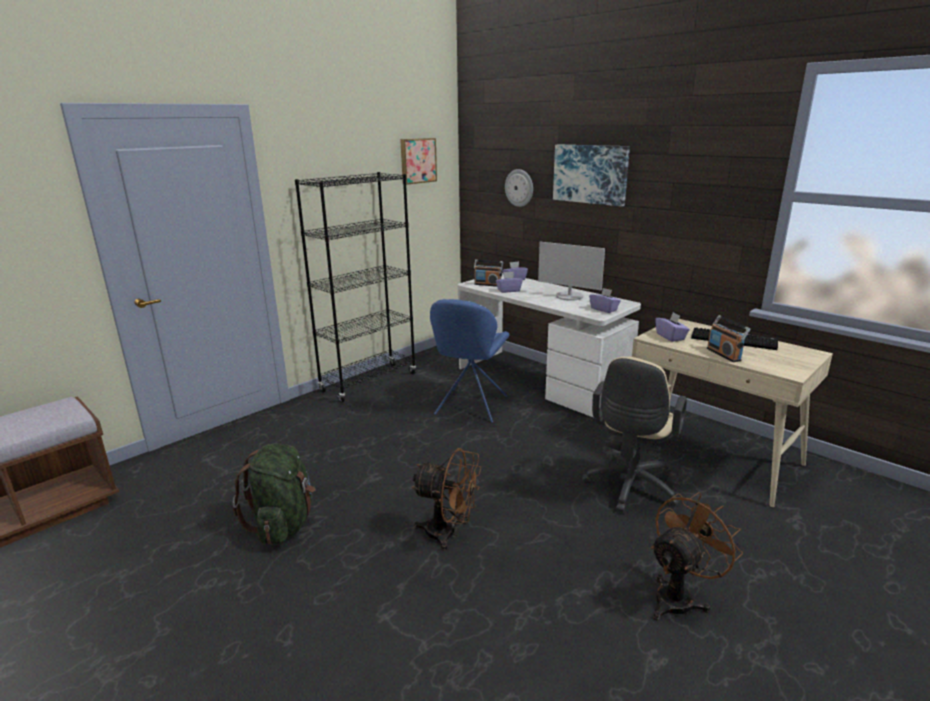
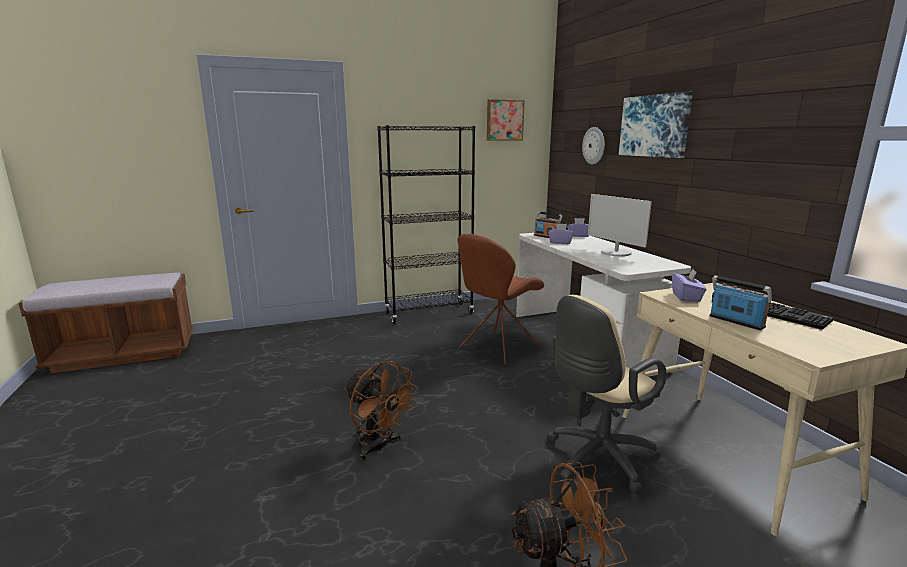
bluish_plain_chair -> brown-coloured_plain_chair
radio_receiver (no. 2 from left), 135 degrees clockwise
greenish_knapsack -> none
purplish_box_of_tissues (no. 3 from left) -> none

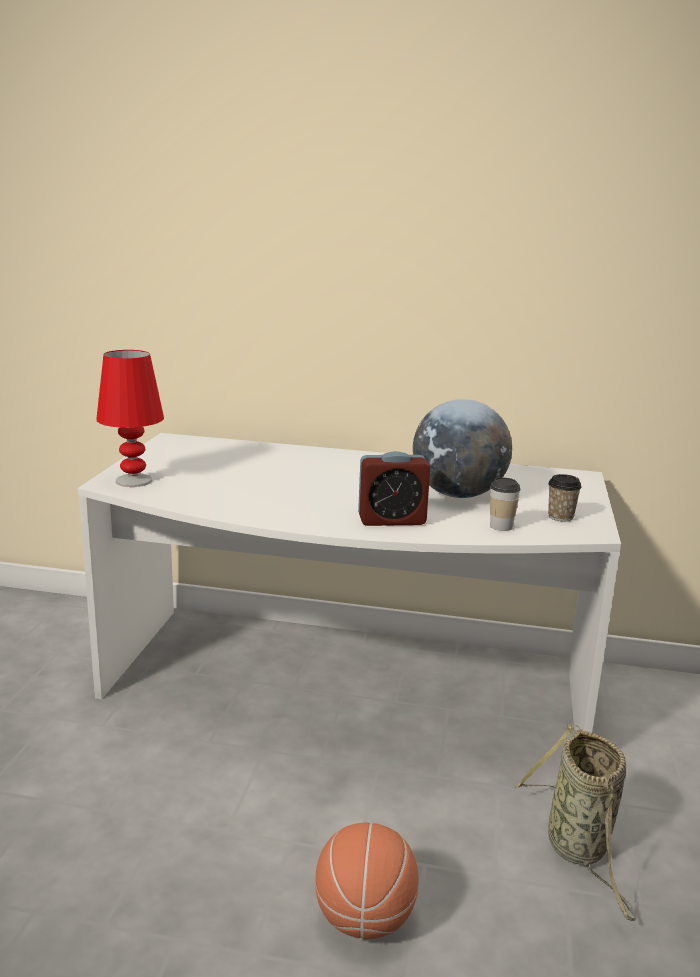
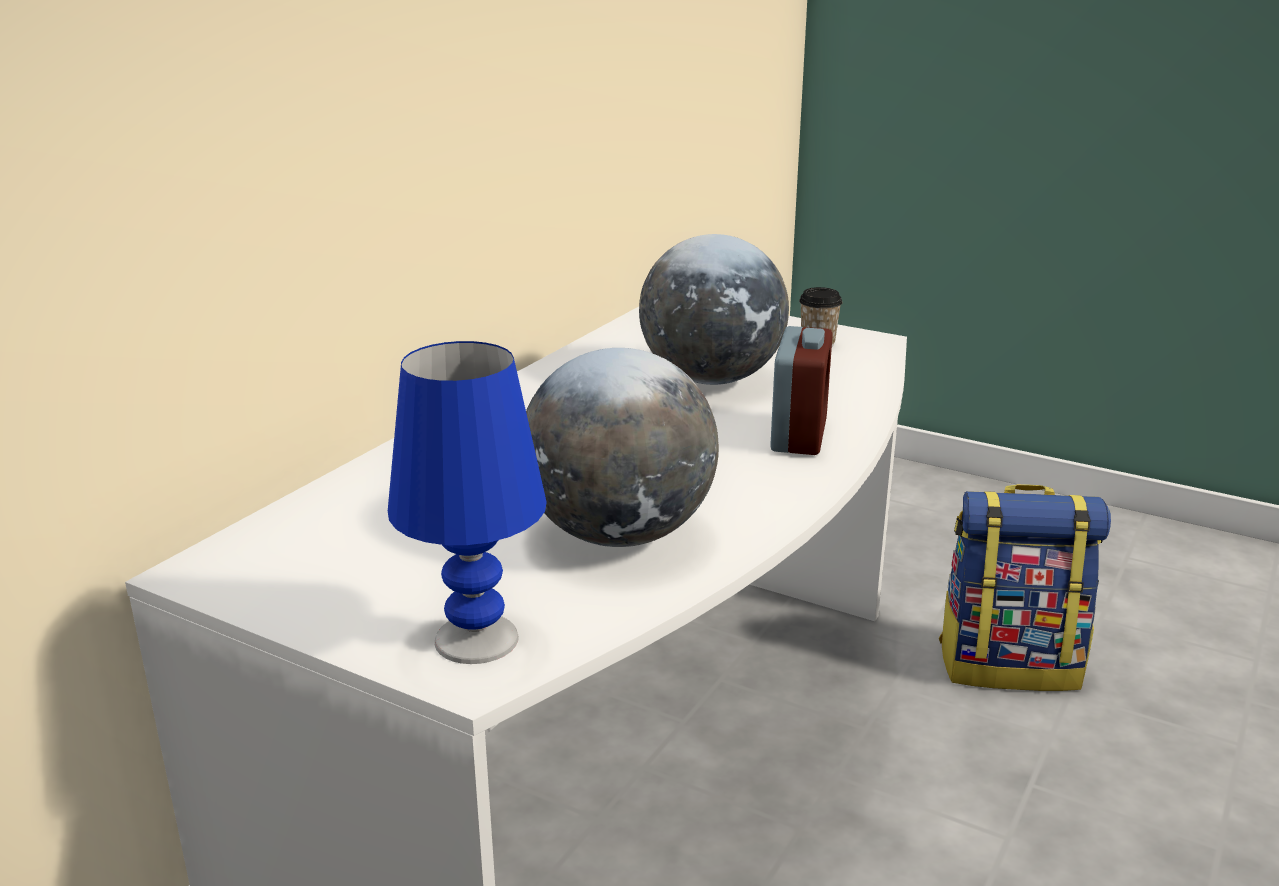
red_tabletop_lamp -> bluish_tabletop_lamp
none -> globe (no. 1 from left)
storage_basket -> knapsack
ball_for_basketball -> none
small_cup (no. 1 from left) -> none

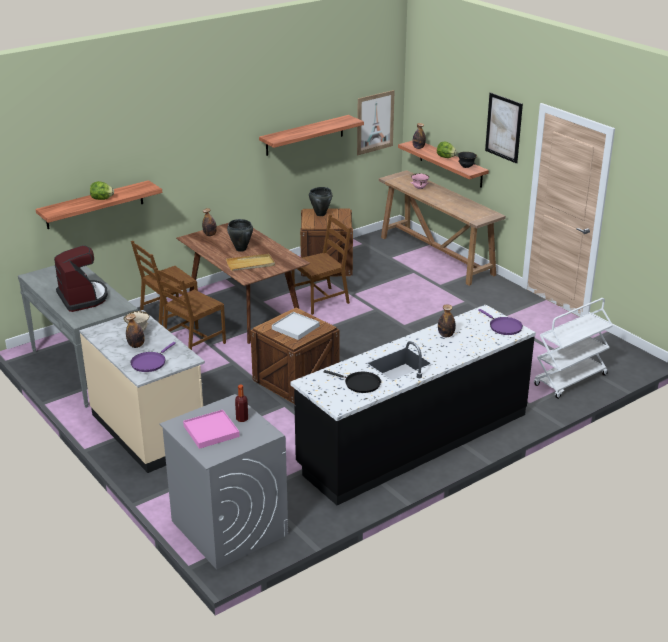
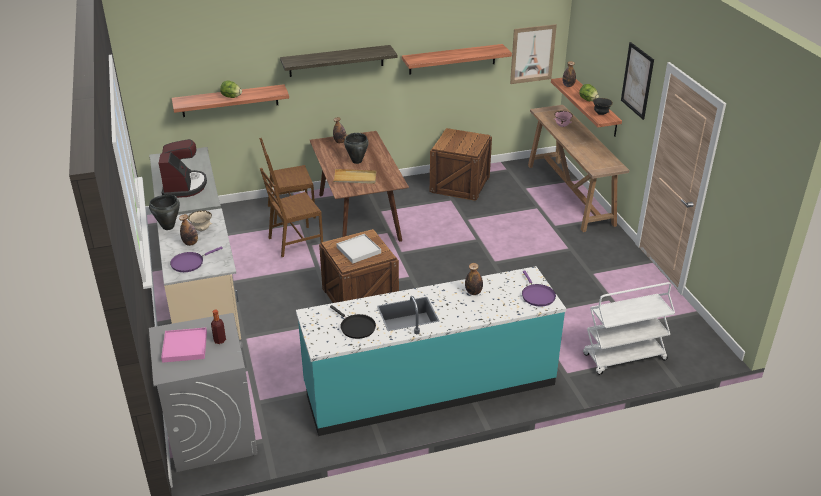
blackish_saucepot (no. 2 from left in the first image) -> blackish_saucepot (no. 1 from left), shifted
none -> shelf (no. 2 from left)
blackish_kitchen_base_unit -> turquoise-coloured_kitchen_base_unit
brown-coloured_plain_chair (no. 3 from left) -> none

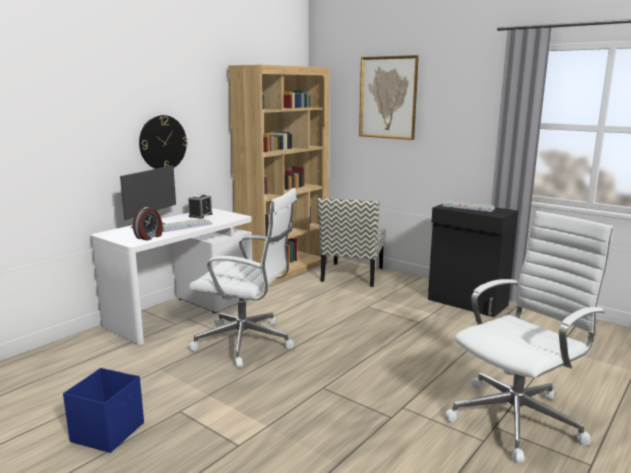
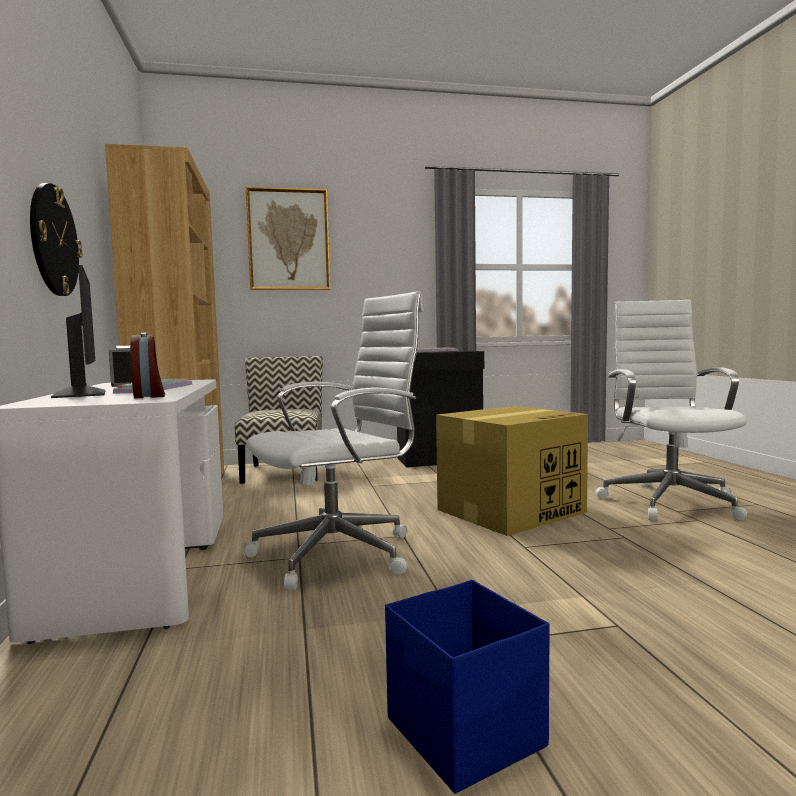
plain_chair, 150 degrees counterclockwise
none -> packing_box

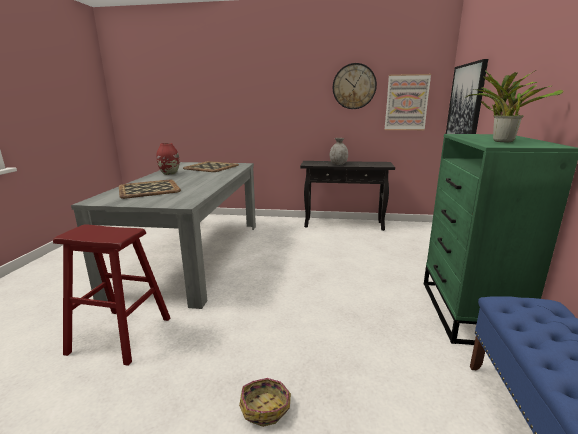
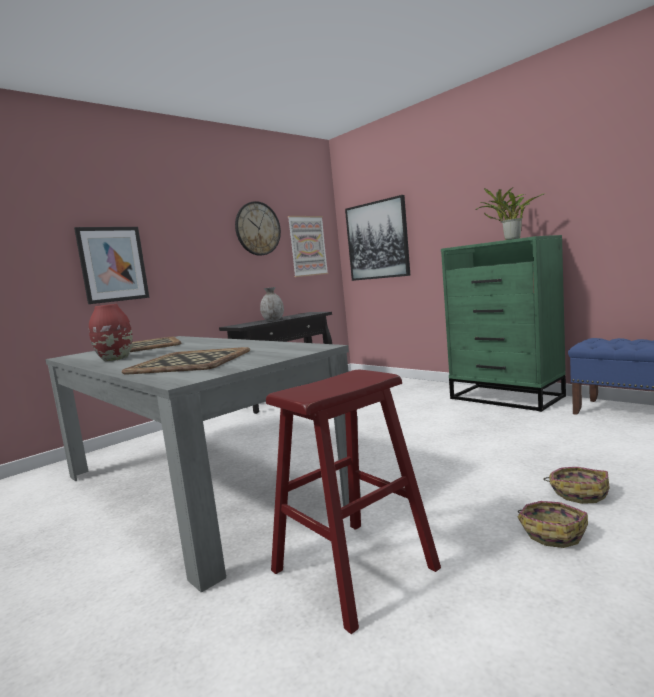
none -> picture (no. 1 from left)
none -> storage_basket (no. 1 from left)

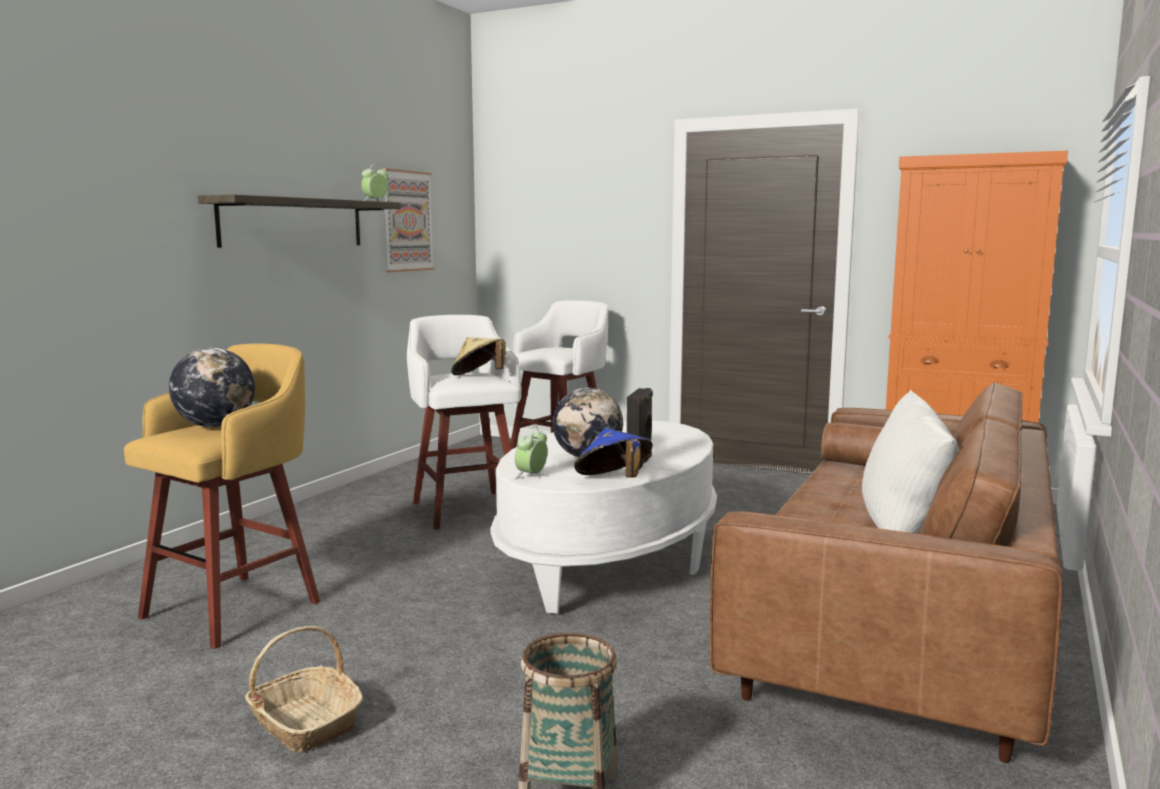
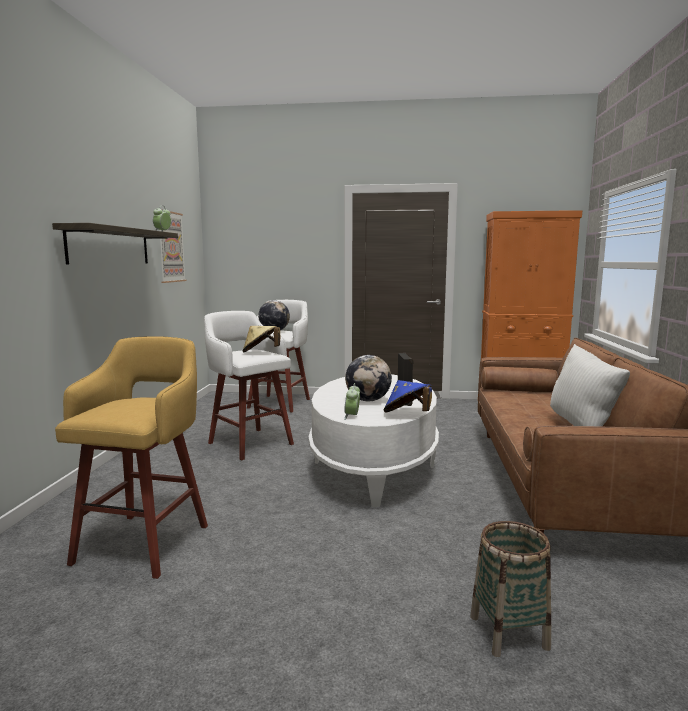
globe (no. 1 from left), shifted
storage_basket (no. 1 from left) -> none

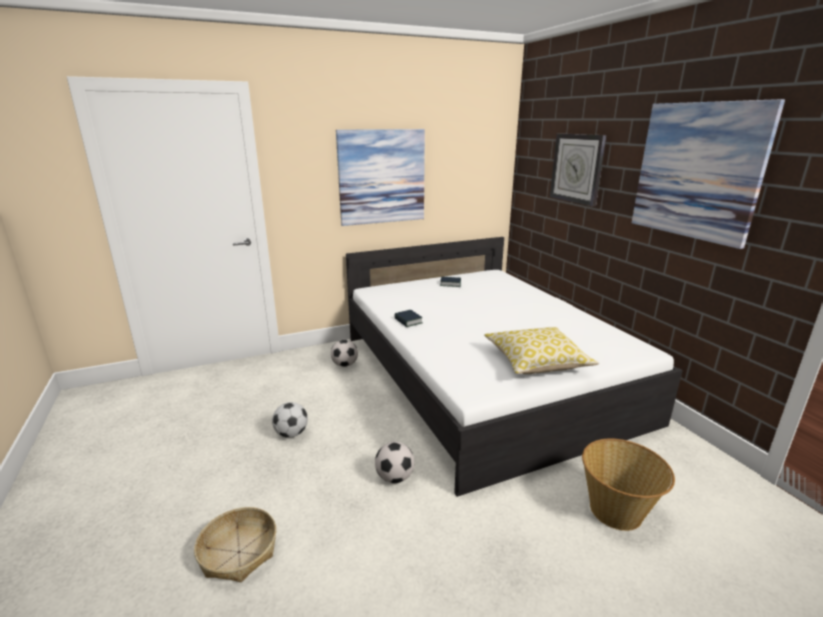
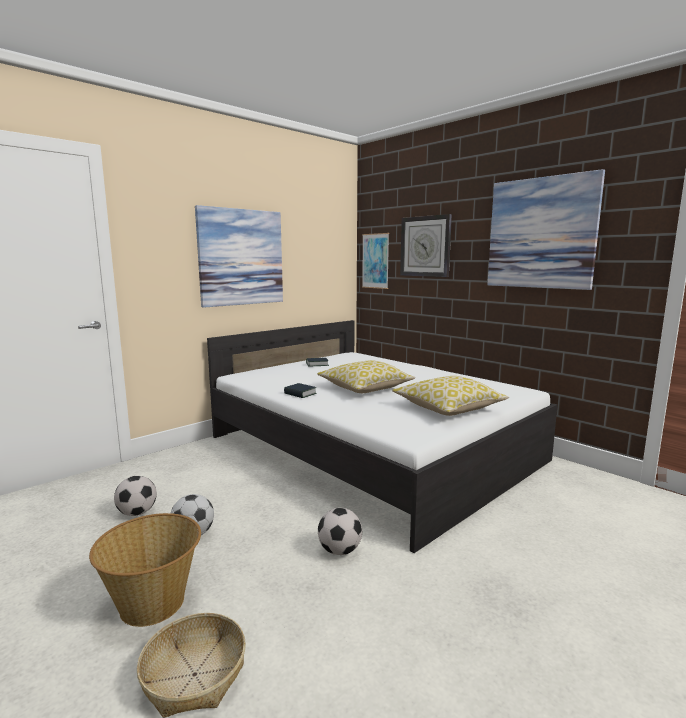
storage_basket (no. 2 from left in the first image) -> storage_basket (no. 1 from left), shifted
football (no. 2 from left in the first image) -> football (no. 1 from left), shifted
none -> cushion (no. 1 from left)
none -> picture (no. 2 from left)

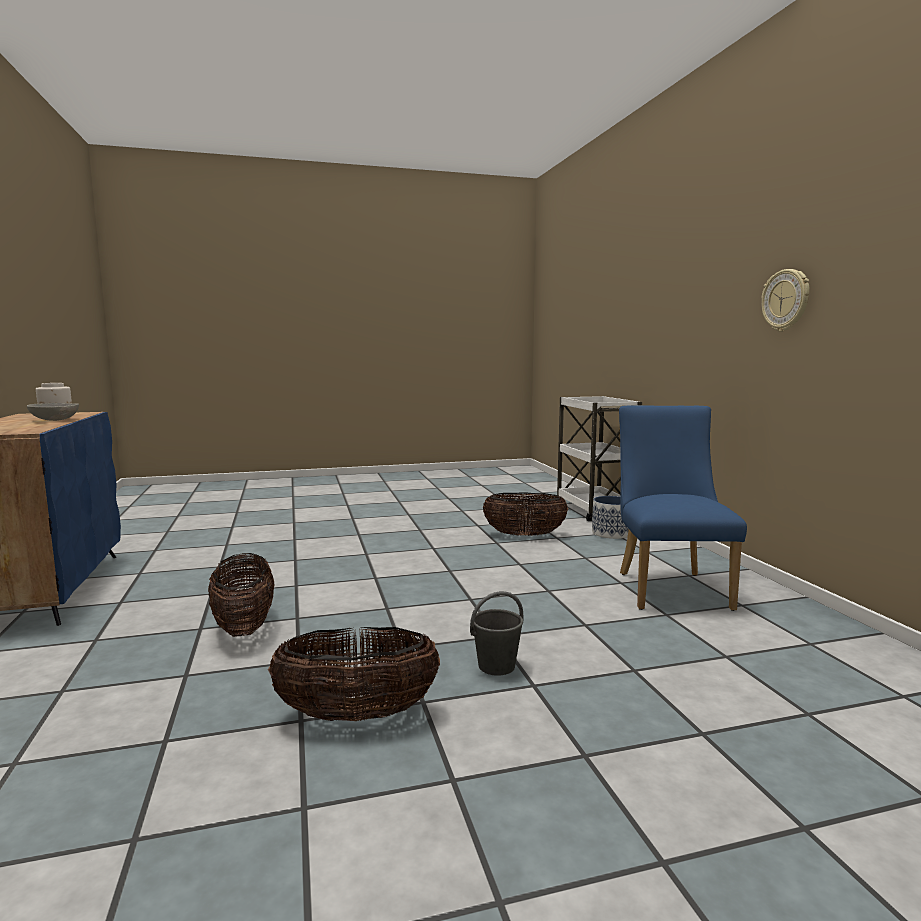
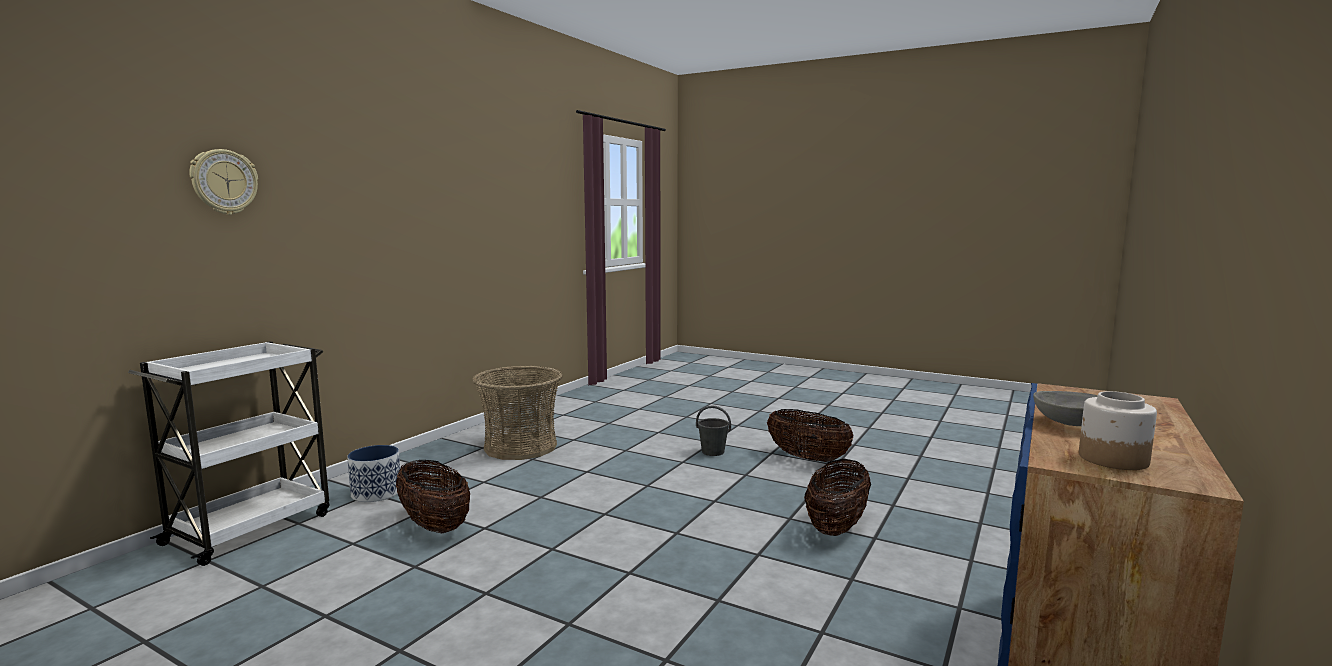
wall_clock, shifted
bluish_plain_chair -> storage_basket (no. 2 from left)

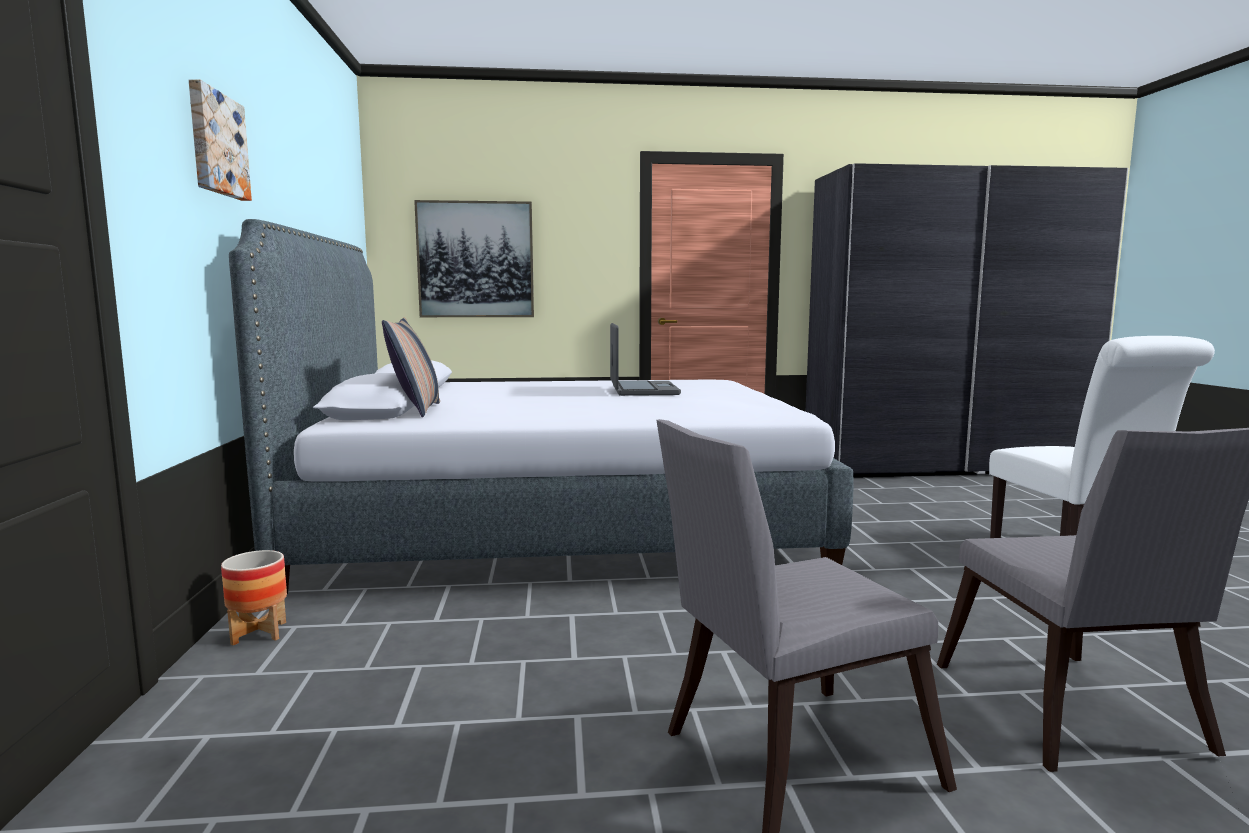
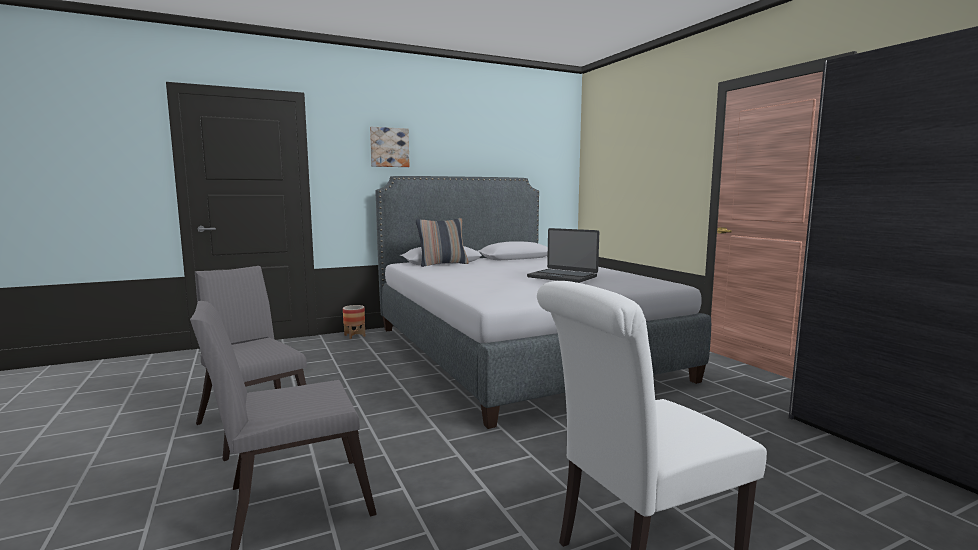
notebook_computer, 60 degrees clockwise
picture (no. 2 from left) -> none

